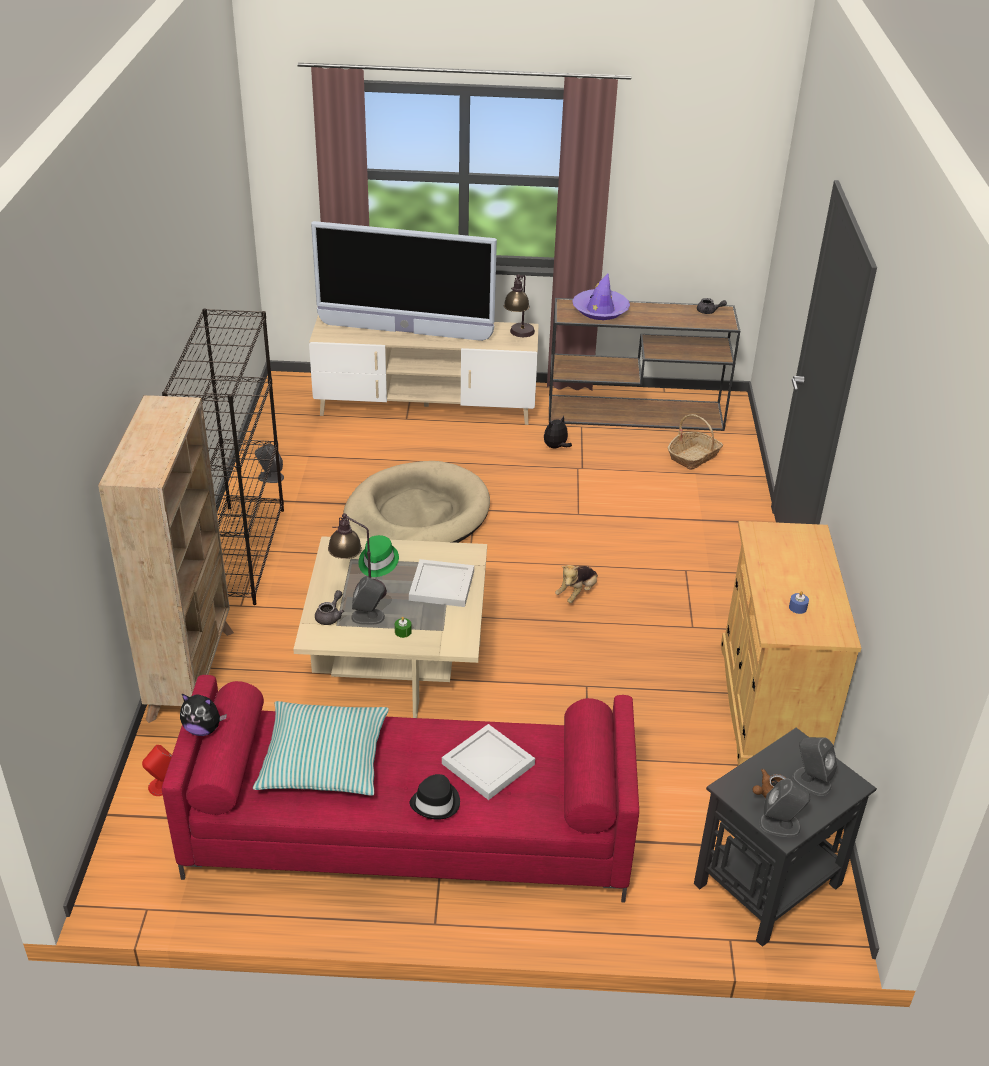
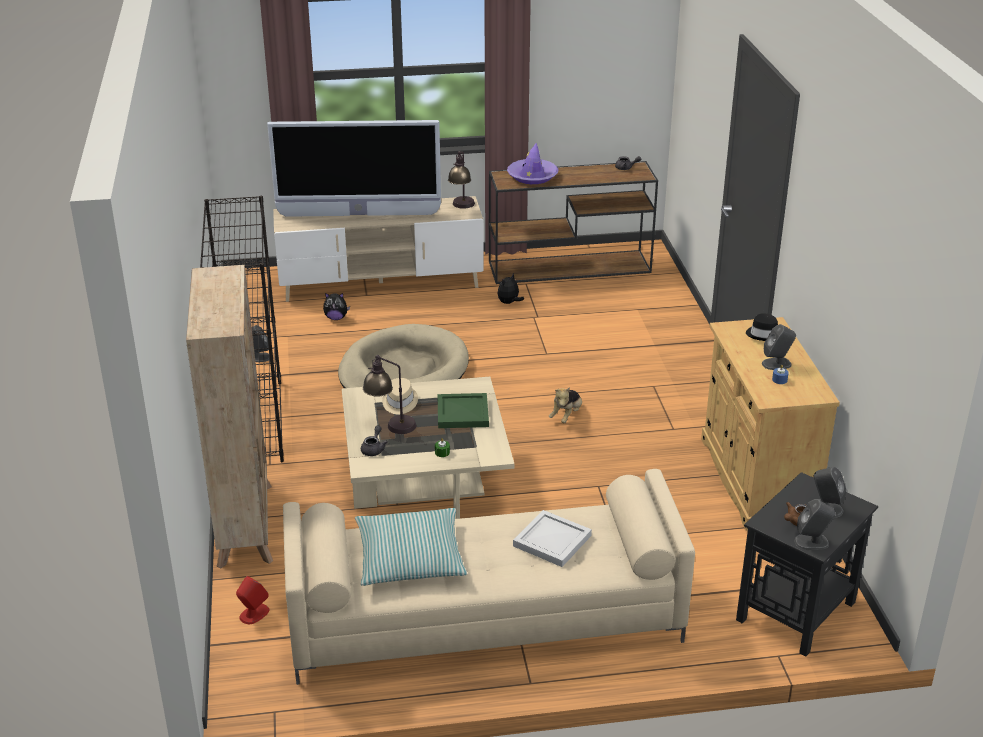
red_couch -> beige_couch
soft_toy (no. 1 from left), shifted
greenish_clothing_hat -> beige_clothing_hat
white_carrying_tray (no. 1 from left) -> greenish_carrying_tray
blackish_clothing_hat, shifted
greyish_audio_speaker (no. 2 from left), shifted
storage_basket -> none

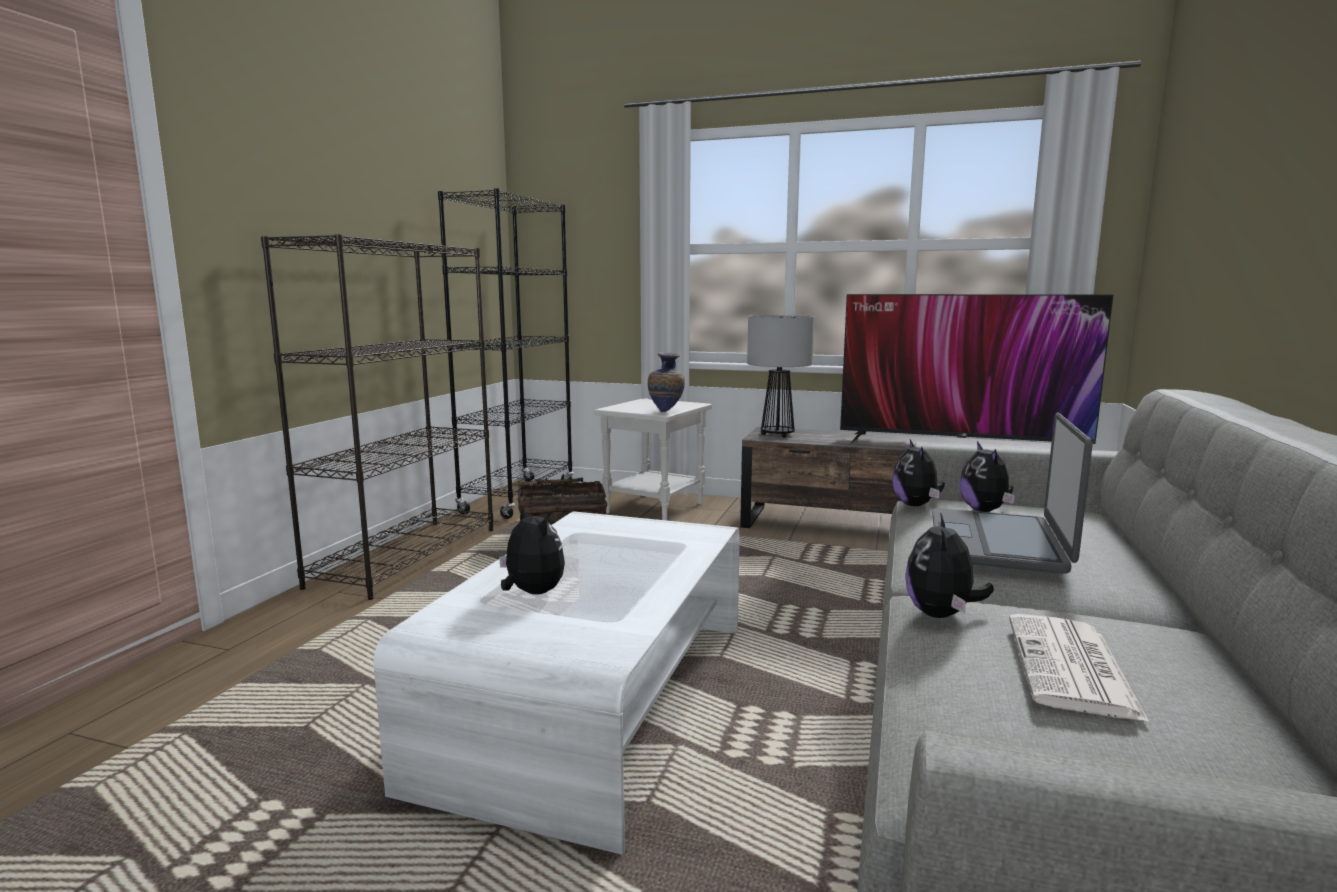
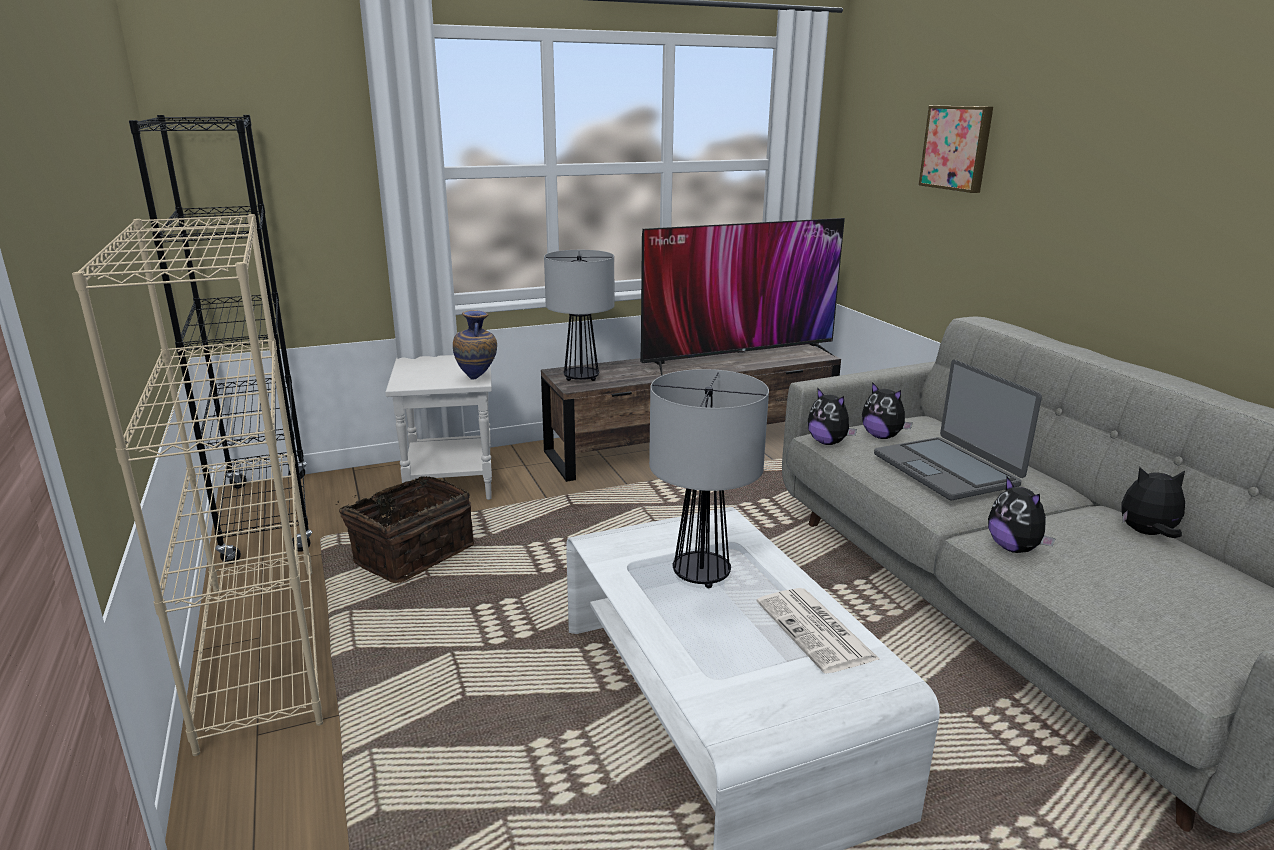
blackish_shelving_unit (no. 1 from left) -> beige_shelving_unit
none -> tabletop_lamp (no. 2 from left)
daily_paper, shifted
none -> picture
soft_toy (no. 1 from left in the first image) -> soft_toy (no. 4 from left), shifted

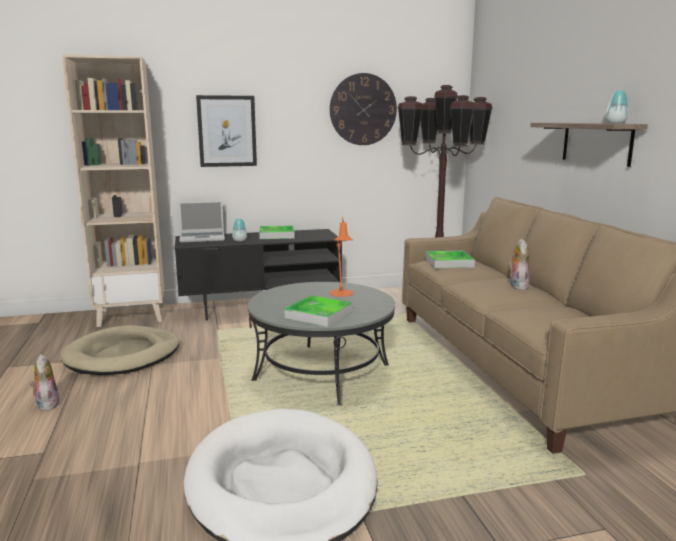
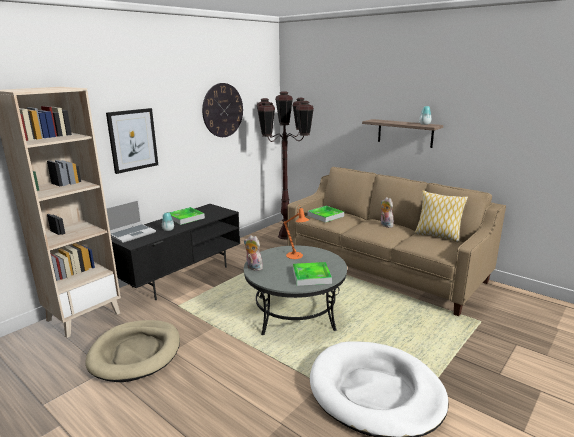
soft_toy (no. 1 from left), shifted
none -> cushion

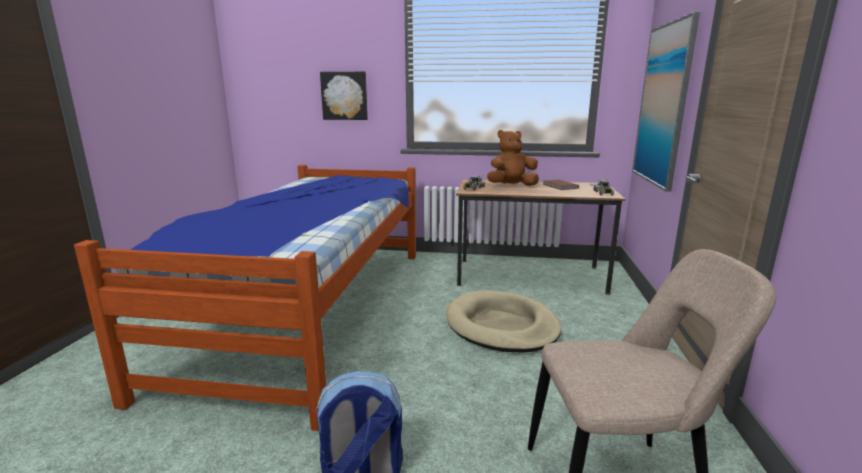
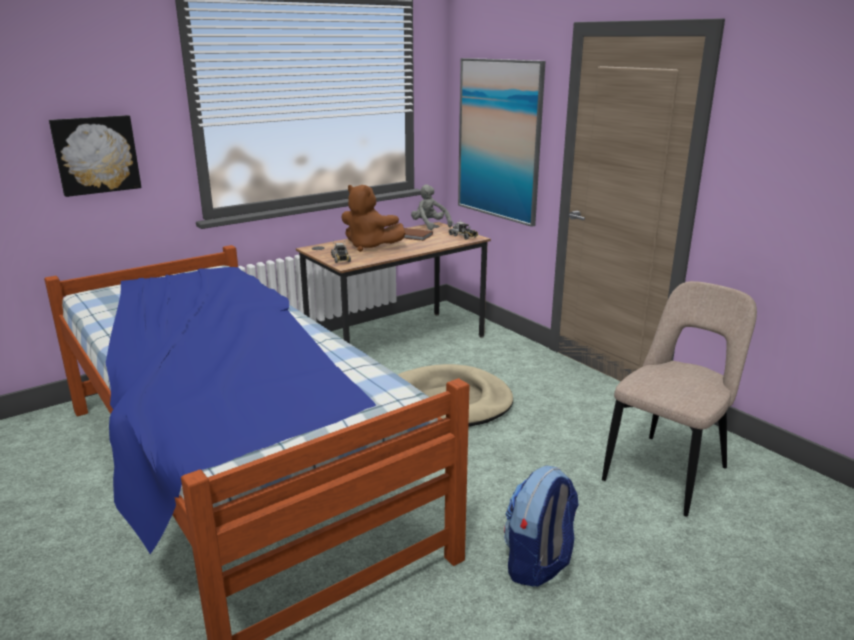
brown-coloured_soft_toy, 90 degrees counterclockwise
none -> greyish_soft_toy

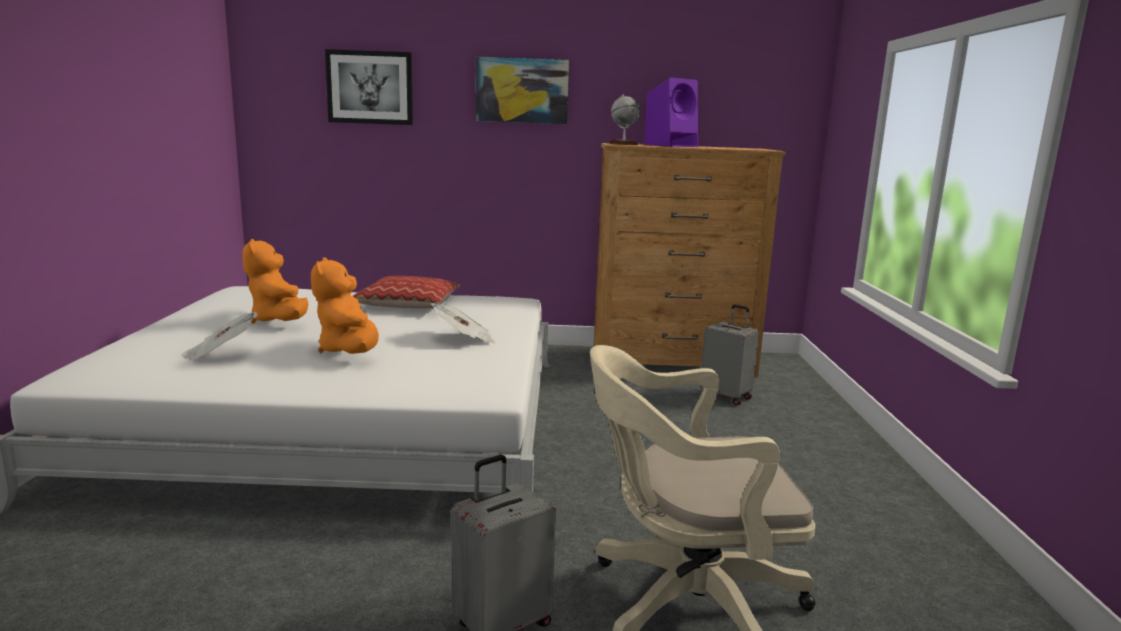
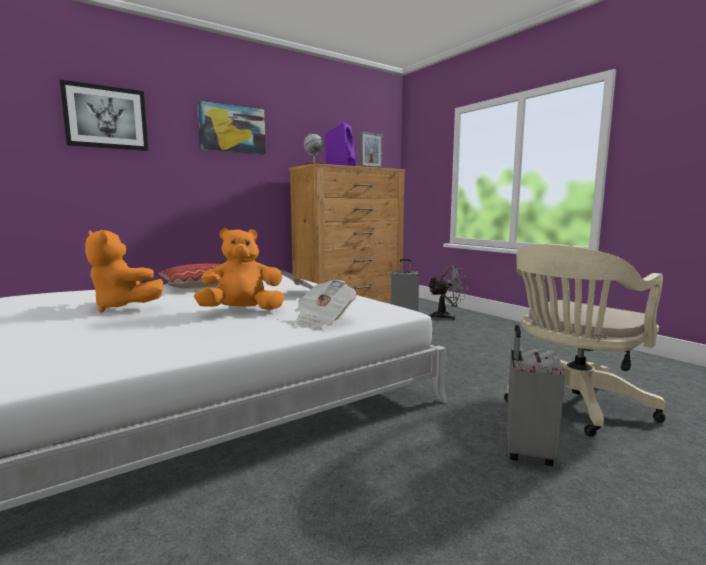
orange_soft_toy (no. 2 from left), 120 degrees clockwise
daily_paper (no. 1 from left in the first image) -> daily_paper (no. 2 from left), shifted
none -> standing_frame
none -> greyish_fan

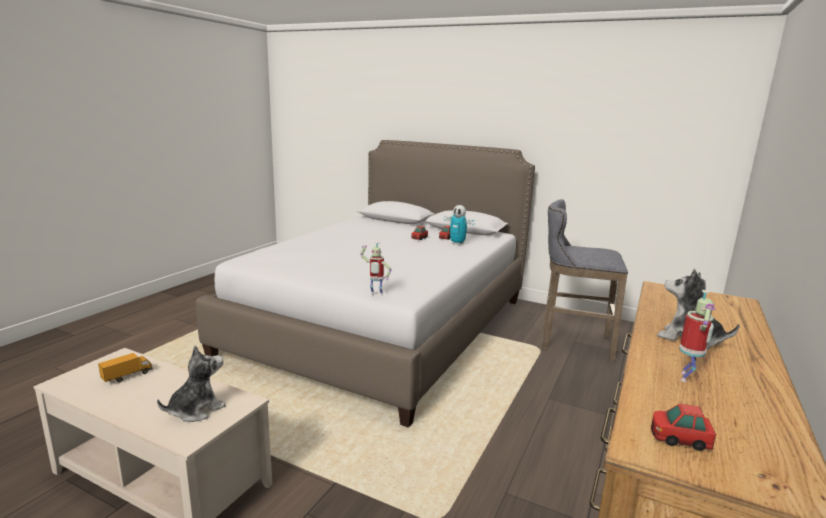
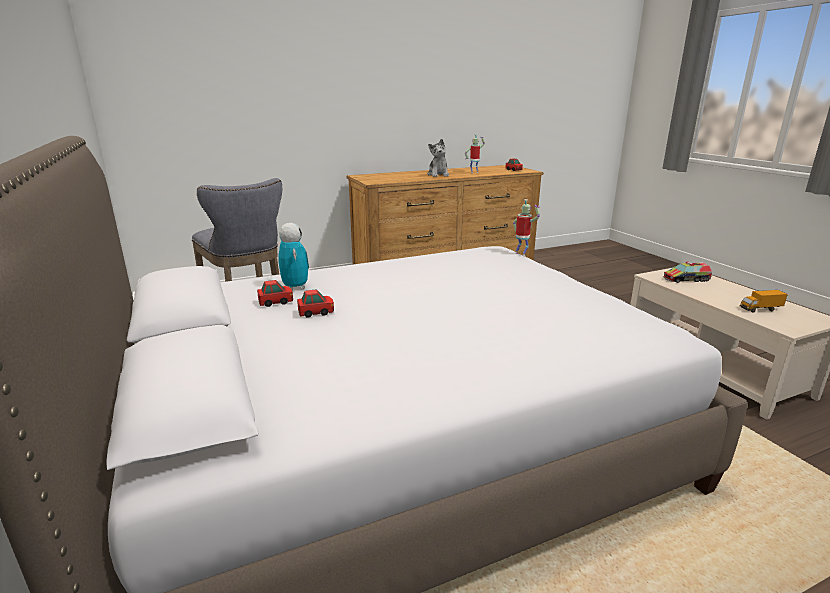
soft_toy (no. 1 from left) -> model_truck (no. 1 from left)

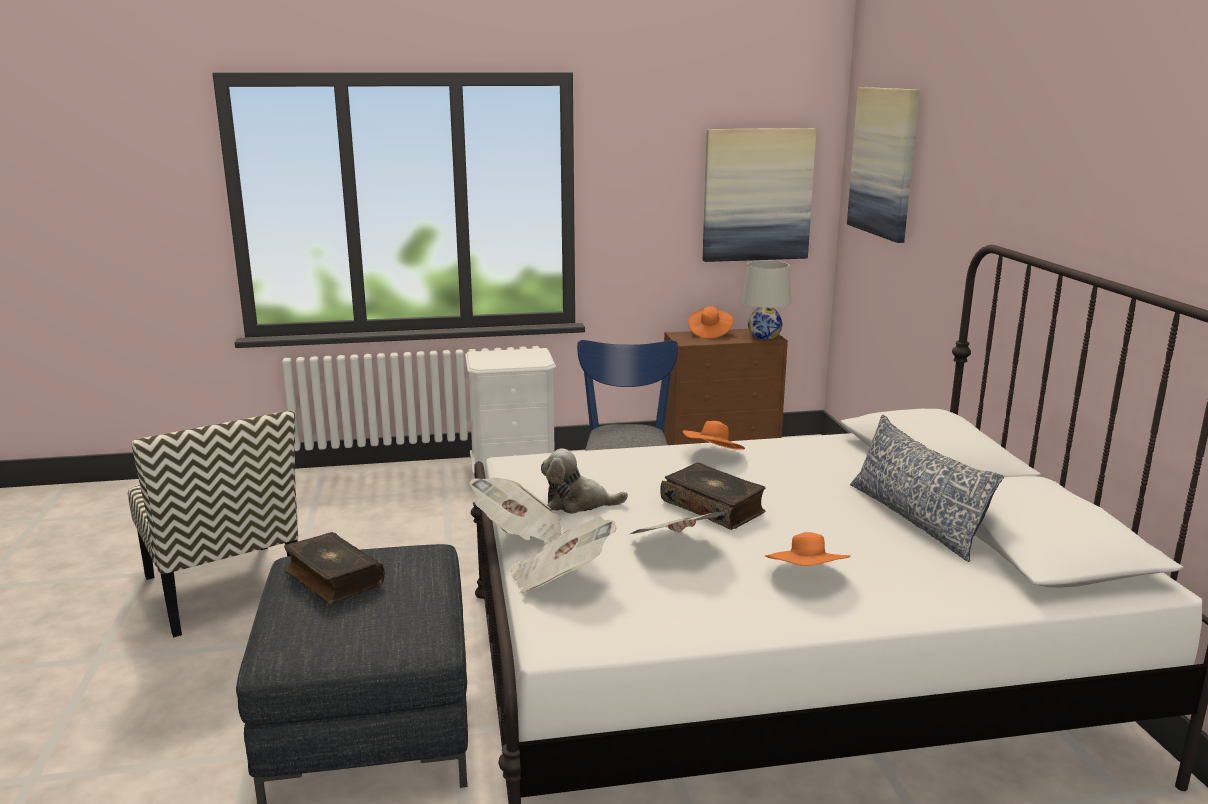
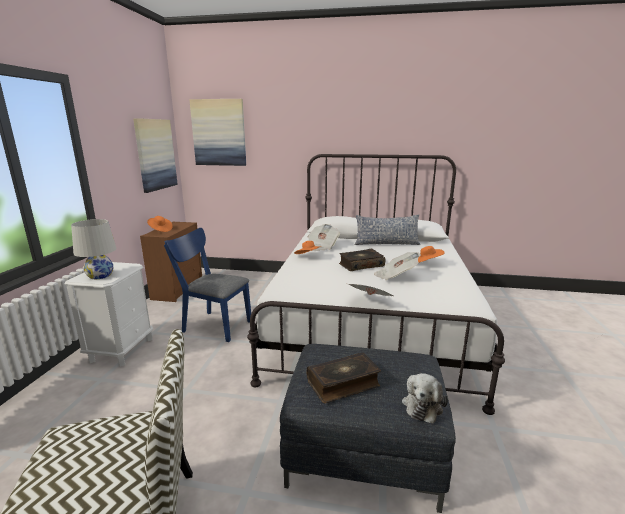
white_tabletop_lamp, shifted
daily_paper (no. 2 from left in the first image) -> daily_paper (no. 1 from left), shifted
soft_toy, shifted

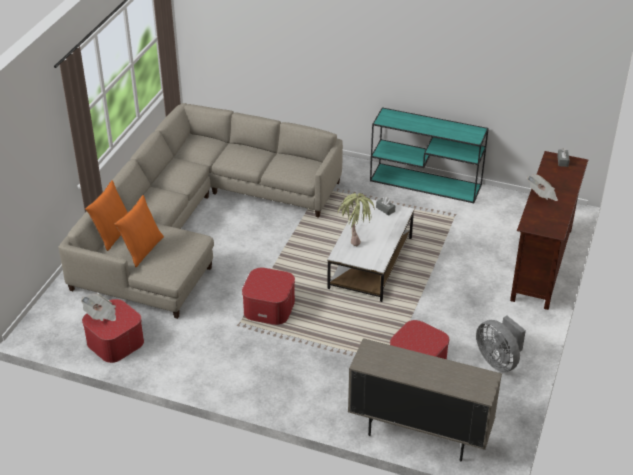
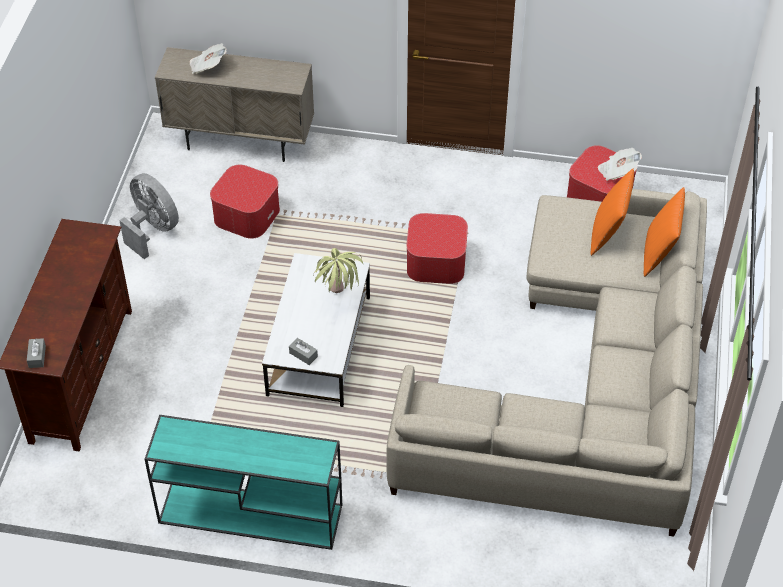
daily_paper (no. 2 from left in the first image) -> daily_paper (no. 1 from left), shifted

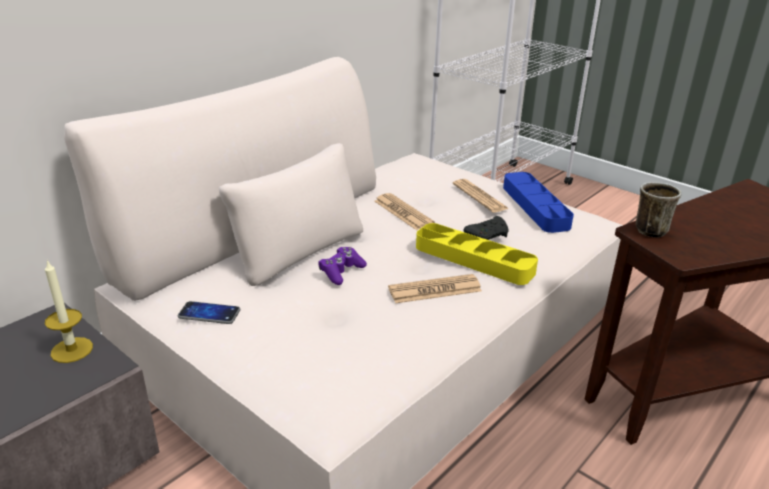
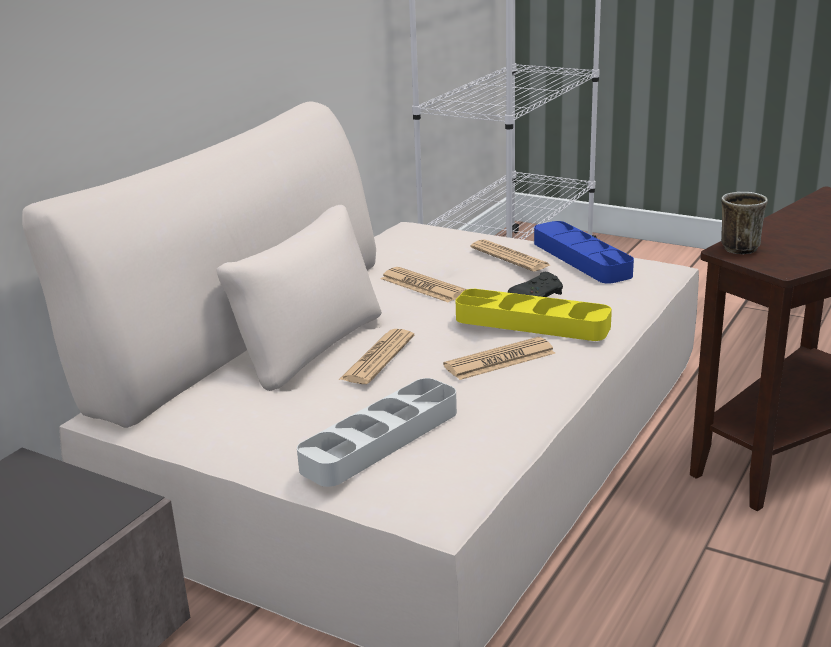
none -> greyish_carrying_tray
purplish_joypad -> daily_paper (no. 1 from left)
wax_candle -> none
telephone -> none

